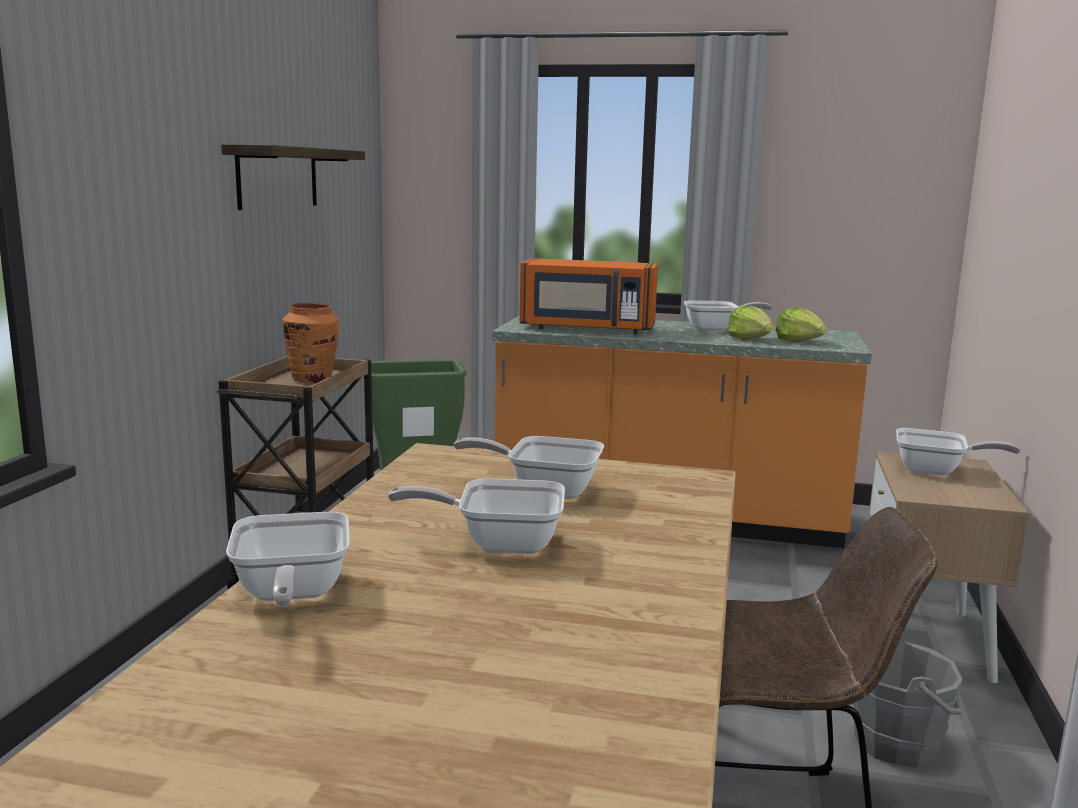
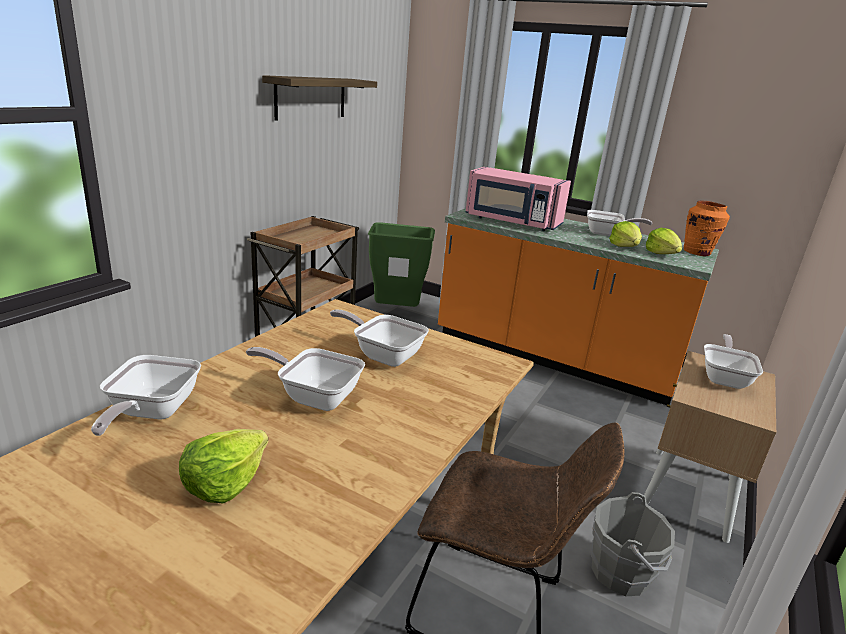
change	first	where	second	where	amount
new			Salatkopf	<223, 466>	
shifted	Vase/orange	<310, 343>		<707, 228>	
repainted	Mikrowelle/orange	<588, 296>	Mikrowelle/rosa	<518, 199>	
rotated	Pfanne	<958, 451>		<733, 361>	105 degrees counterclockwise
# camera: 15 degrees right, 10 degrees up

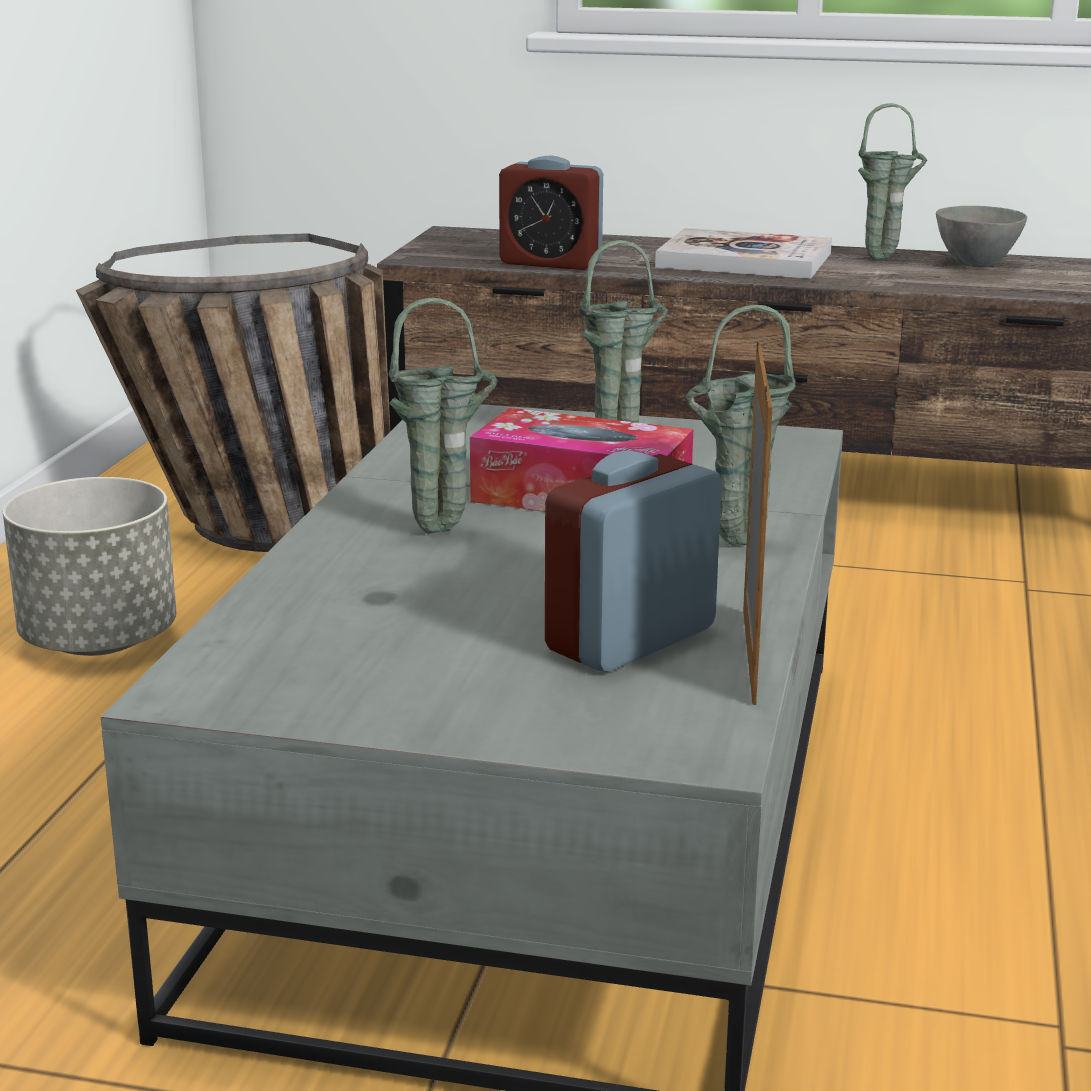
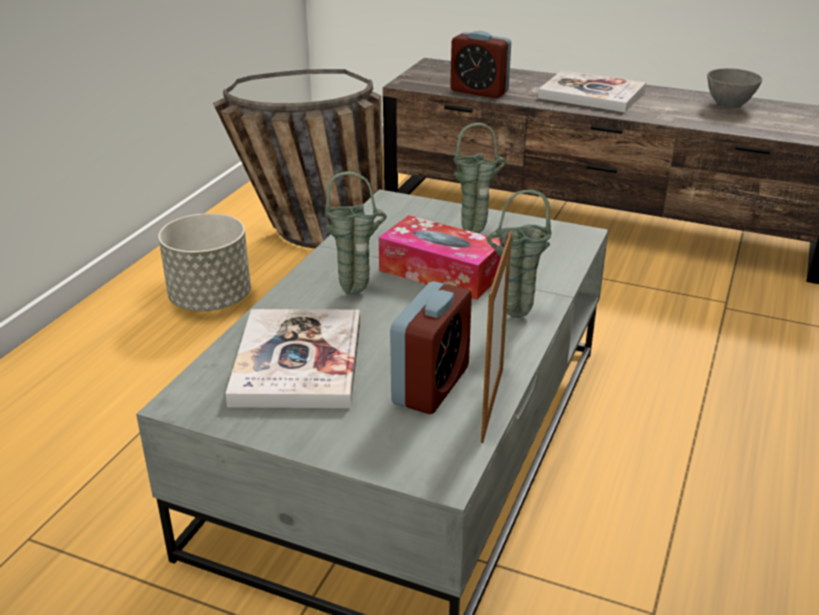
change	first	where	second	where	amount
gone	Vase/grün	<892, 181>			
new			Buch	<292, 358>	
rotated	Wecker	<633, 561>		<431, 347>	150 degrees clockwise
# camera: 10 degrees right, 10 degrees up

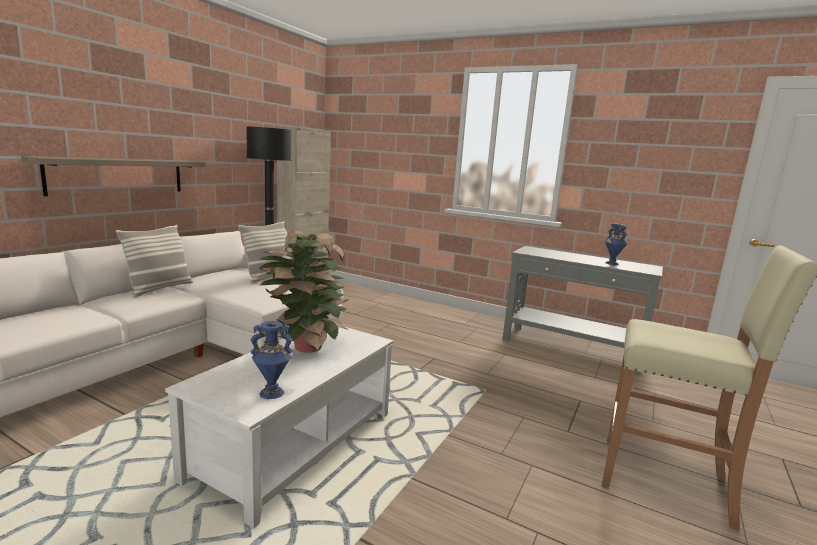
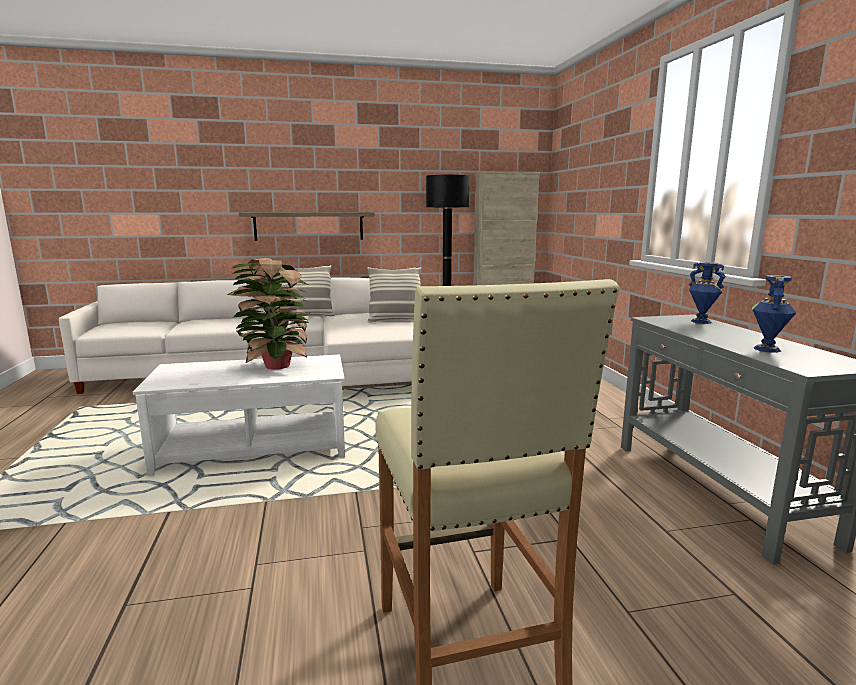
change	first	where	second	where	amount
shifted	Vase/blau	<271, 360>		<707, 293>	
# camera: 50 degrees right, 0 degrees up

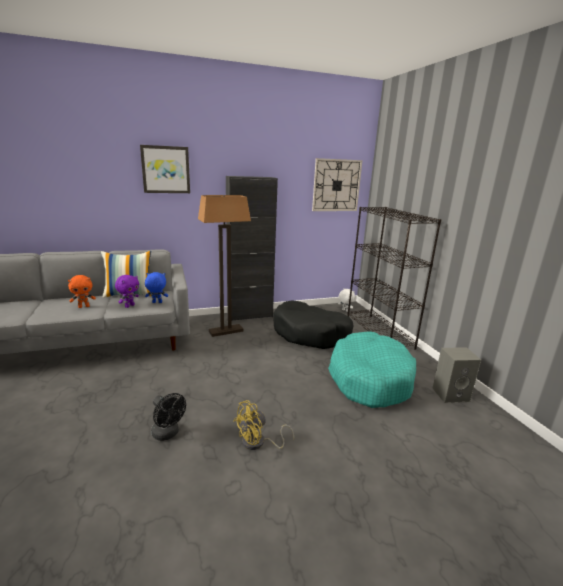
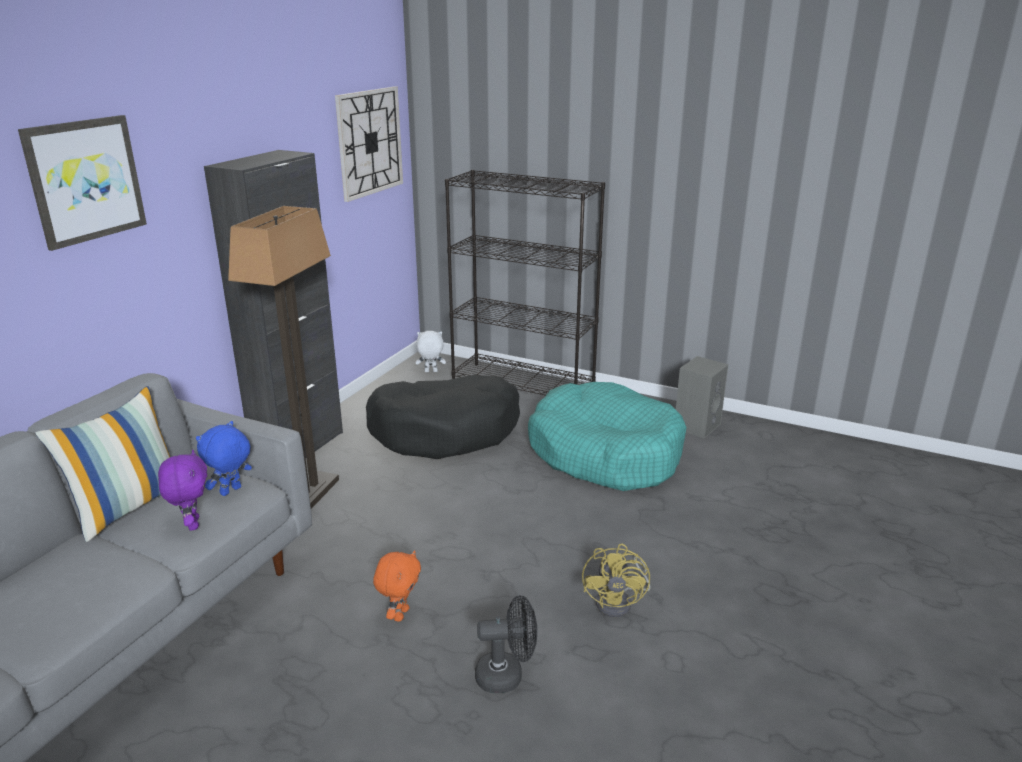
change	first	where	second	where	amount
shifted	Plüschtier/orange	<82, 291>		<397, 586>	
# camera: 45 degrees left, 5 degrees up

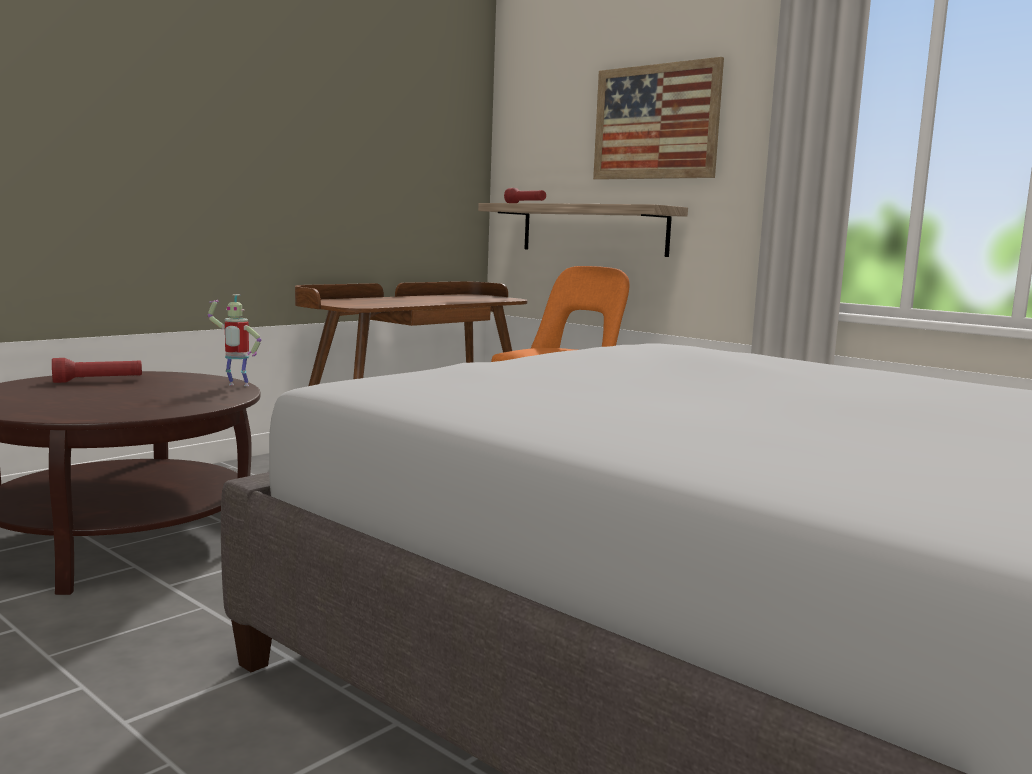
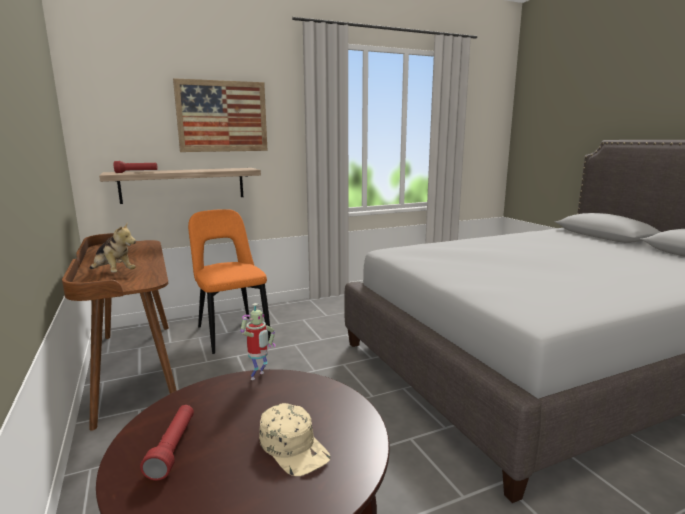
change	first	where	second	where	amount
new			Plüschtier	<112, 248>	
new			Kappe/beige	<294, 439>	
# camera: 65 degrees left, 5 degrees up

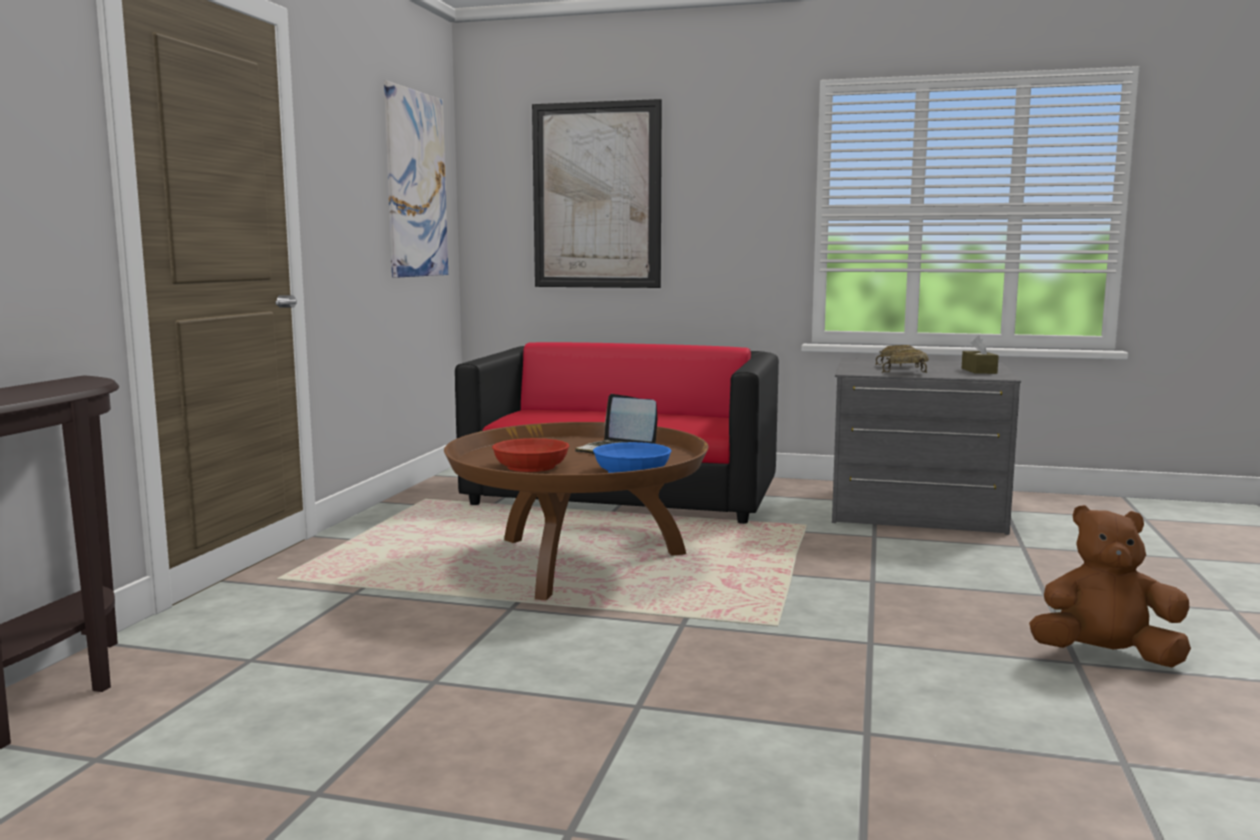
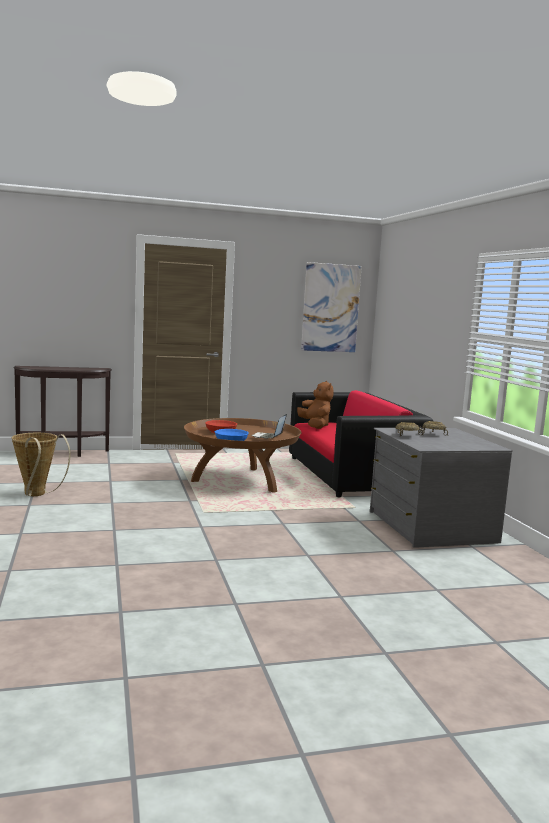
change	first	where	second	where	amount
gone	Bild	<597, 193>			
gone	Taschentuchbox/braun	<980, 354>			
new			Korb	<41, 464>	
shifted	Plüschtier/braun	<1110, 586>		<315, 405>	
# camera: 60 degrees right, 0 degrees up

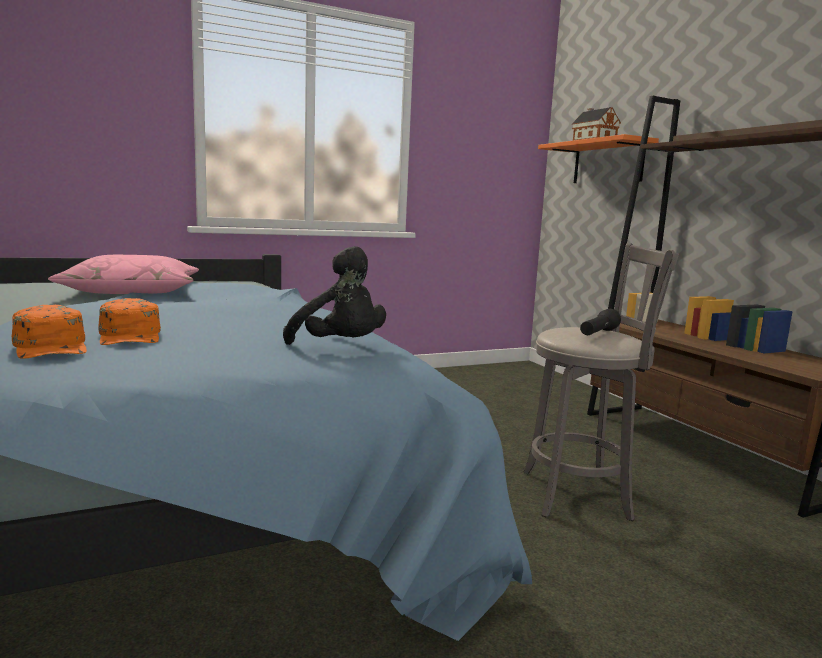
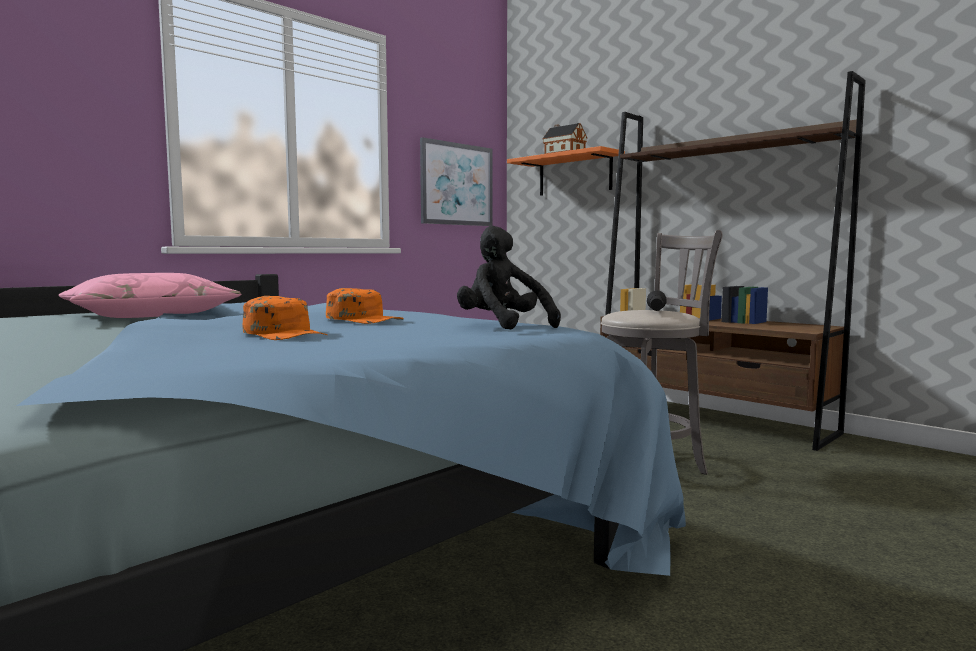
change	first	where	second	where	amount
new			Bild	<456, 181>	
shifted	Kappe/orange	<49, 332>		<365, 306>	
rotated	Plüschtier/schwarz	<334, 295>		<509, 278>	150 degrees counterclockwise
# camera: 20 degrees left, 5 degrees down

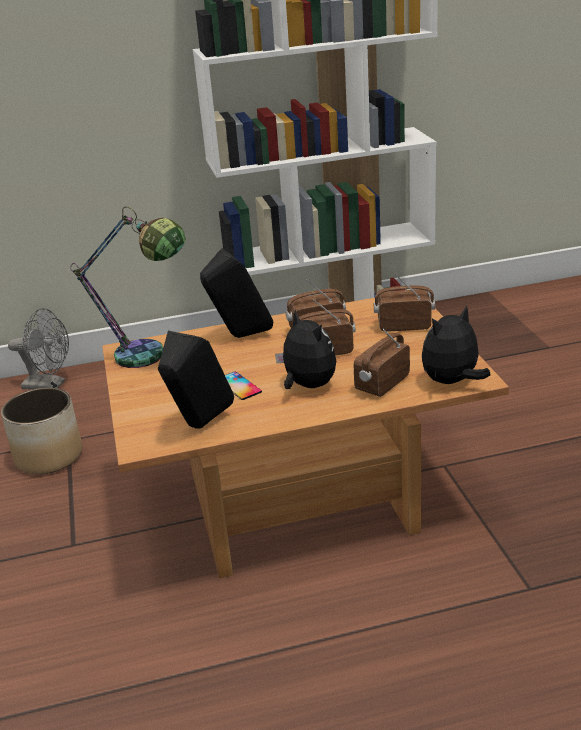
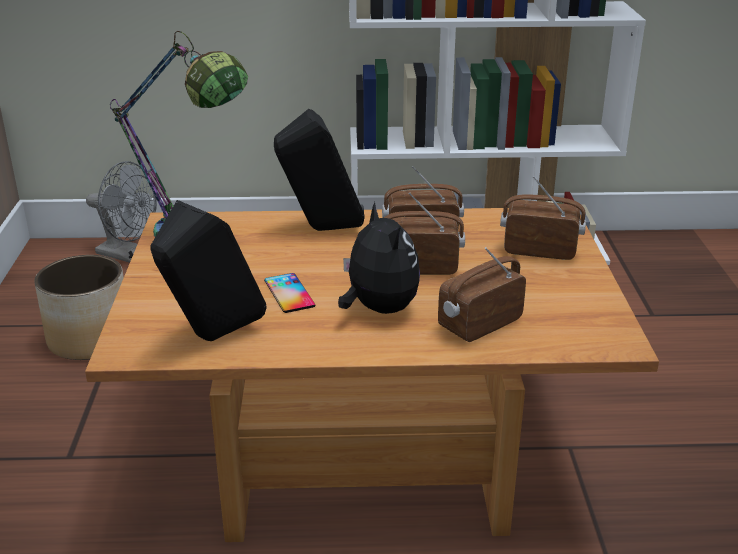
change	first	where	second	where	amount
gone	Plüschtier	<456, 344>			
# camera: 10 degrees right, 0 degrees up

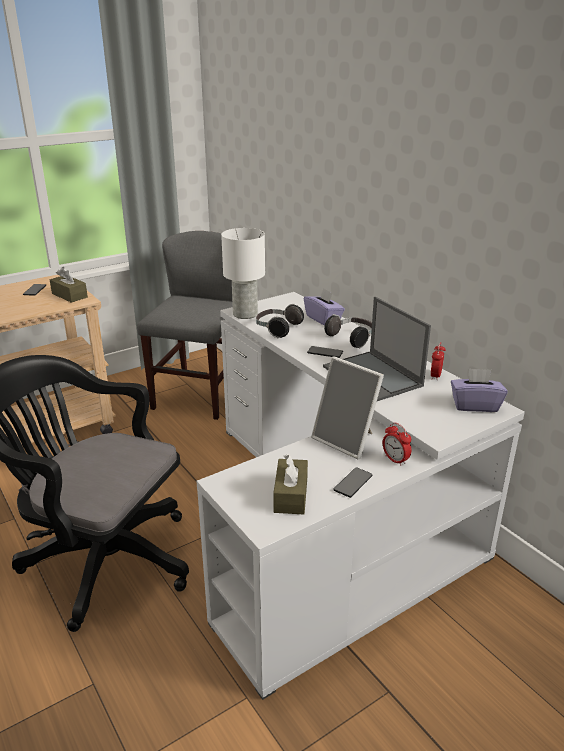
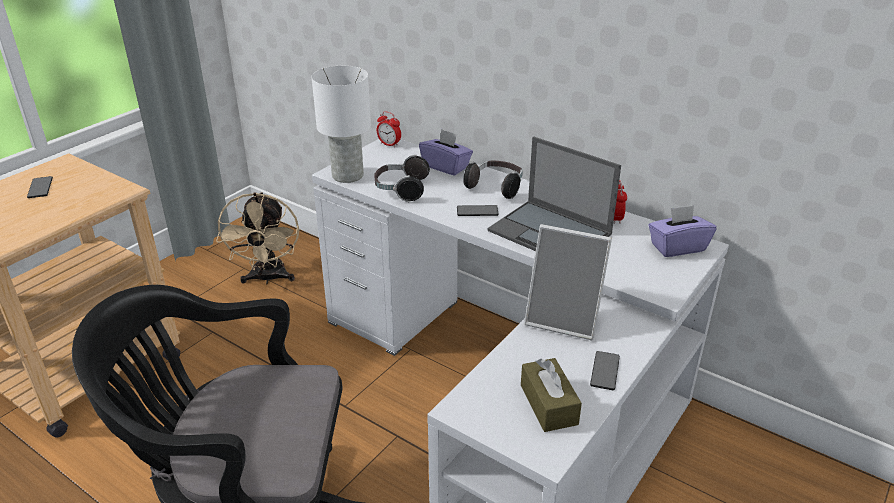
change	first	where	second	where	amount
gone	Taschentuchbox/braun	<69, 285>			
shifted	Wecker	<397, 444>		<389, 129>	
swapped	Stuhl/grau	<185, 325>	Ventilator/beige	<257, 238>	
# camera: 20 degrees left, 5 degrees up

